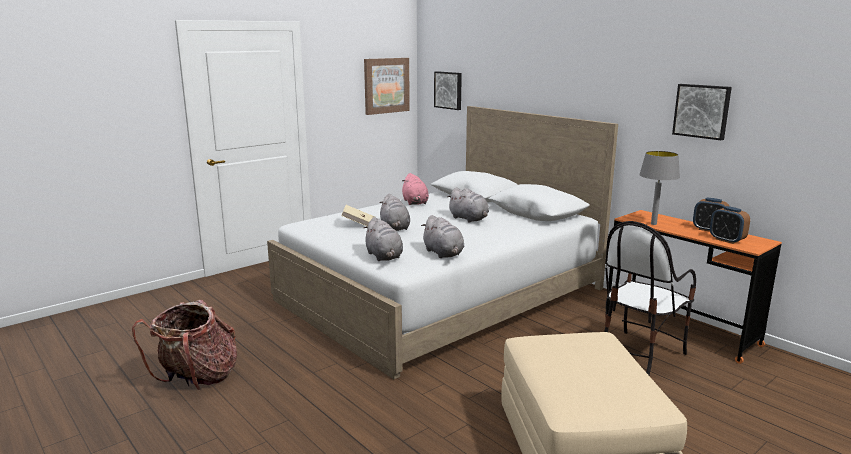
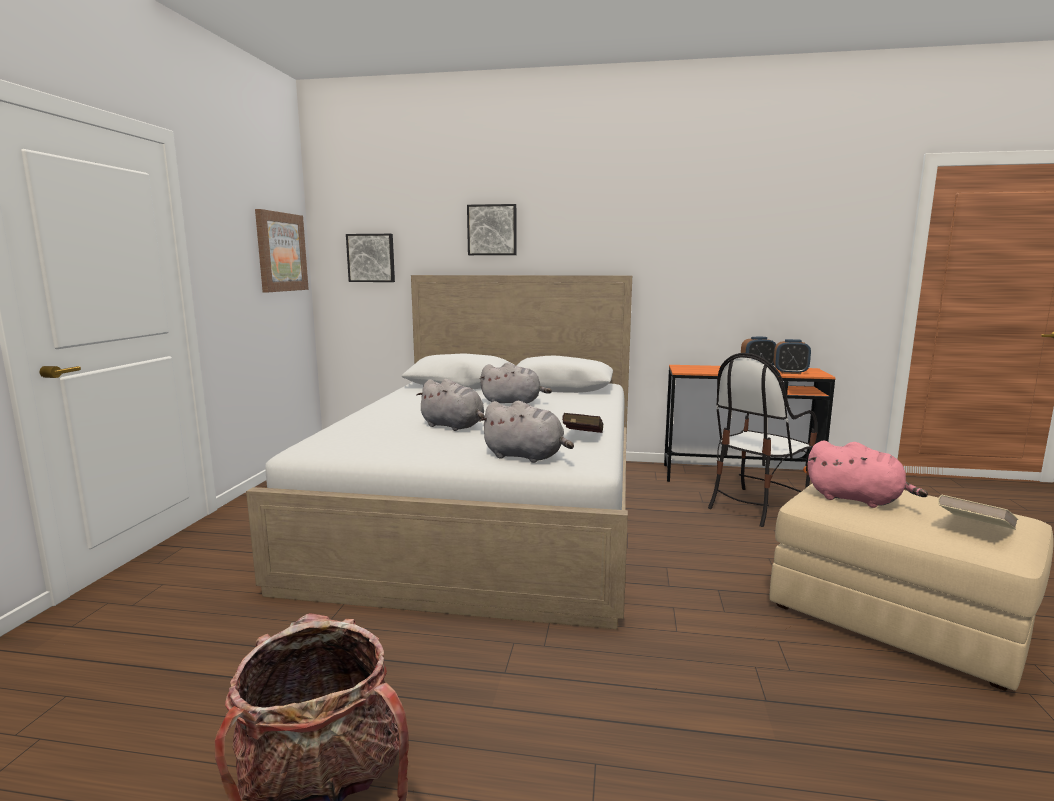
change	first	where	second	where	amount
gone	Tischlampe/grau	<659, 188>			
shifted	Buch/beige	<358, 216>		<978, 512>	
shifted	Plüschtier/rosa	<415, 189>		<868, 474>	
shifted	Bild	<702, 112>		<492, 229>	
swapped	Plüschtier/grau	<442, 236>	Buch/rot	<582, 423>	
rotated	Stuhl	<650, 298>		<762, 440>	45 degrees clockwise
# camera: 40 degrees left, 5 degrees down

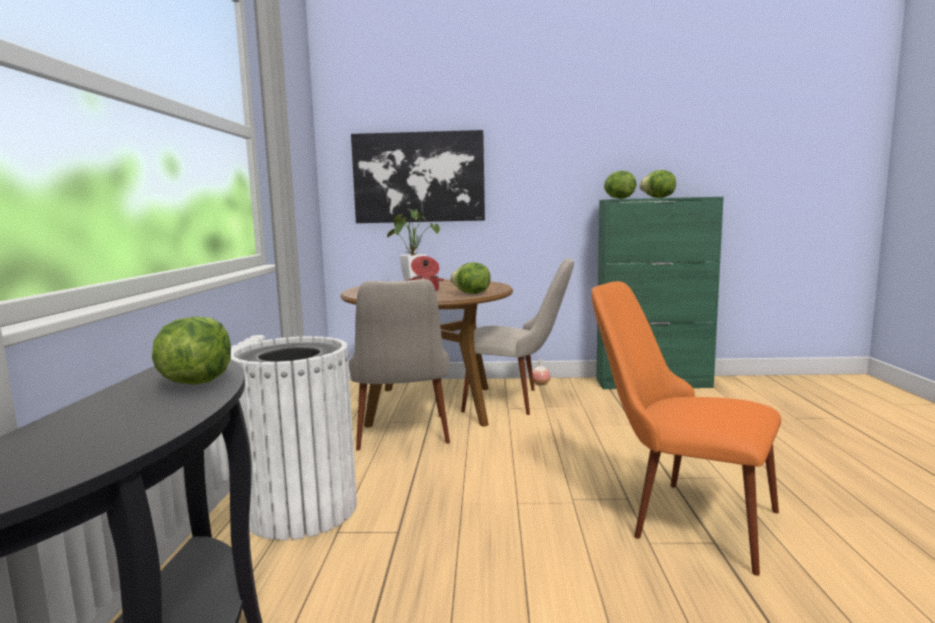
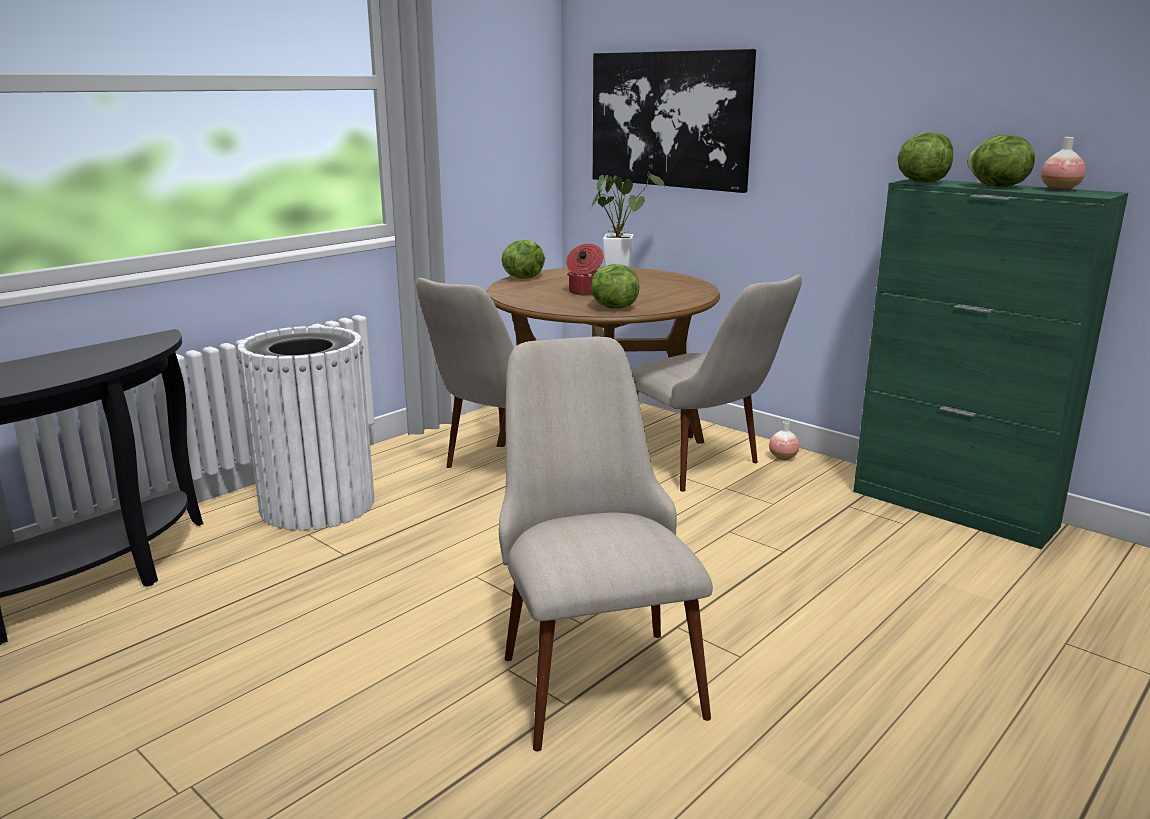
change	first	where	second	where	amount
new			Vase	<1063, 163>	
shifted	Salatkopf	<191, 351>		<523, 259>	
repainted	Stuhl/orange	<686, 428>	Stuhl/beige	<606, 543>	
# camera: 40 degrees right, 10 degrees up

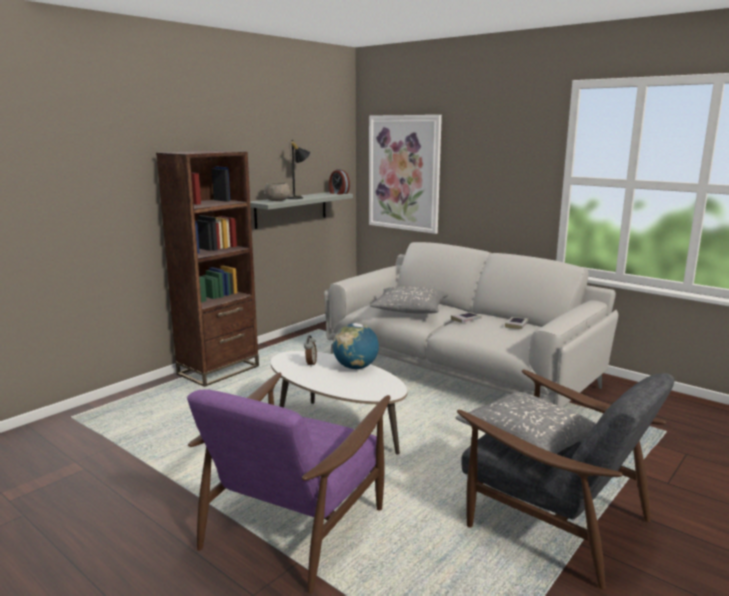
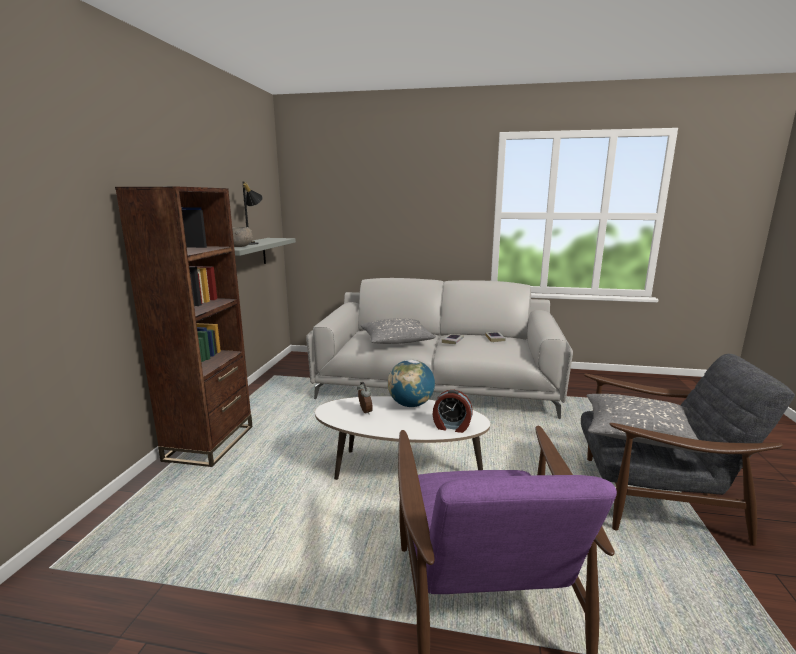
change	first	where	second	where	amount
gone	Bild	<405, 174>			
shifted	Wecker	<339, 182>		<452, 411>	
# camera: 30 degrees left, 0 degrees up

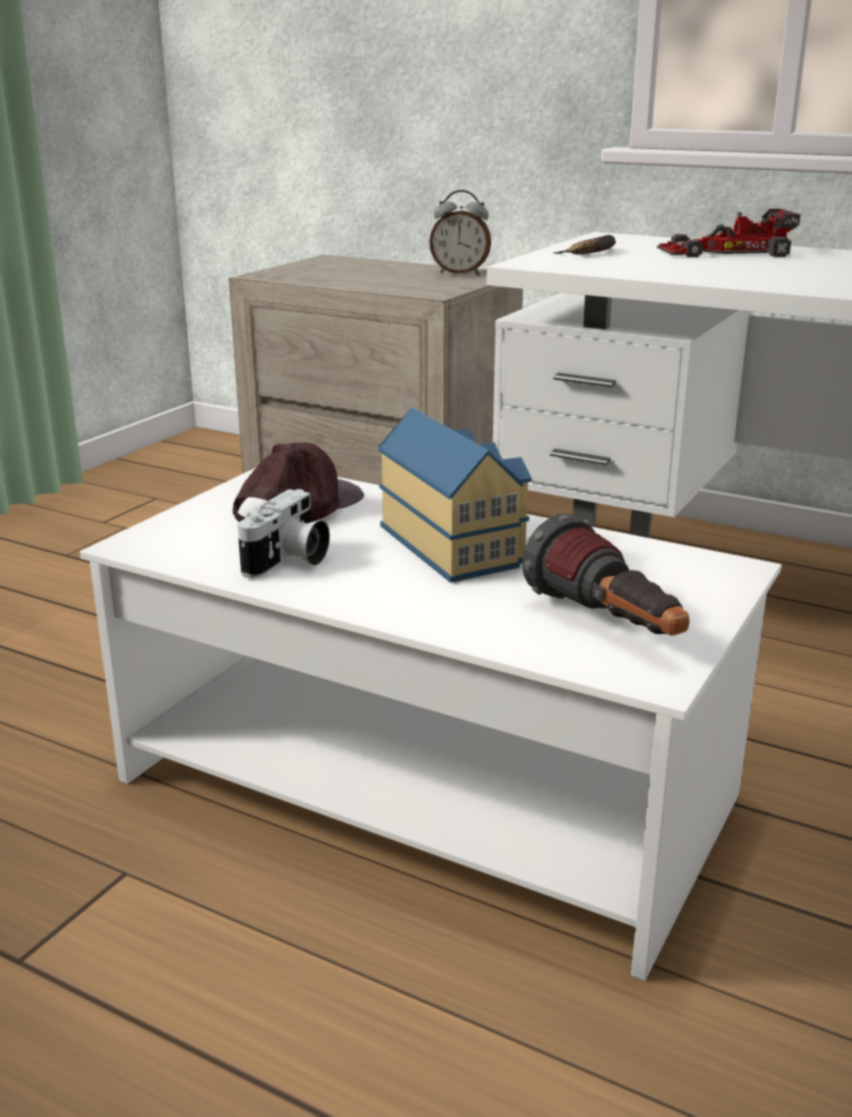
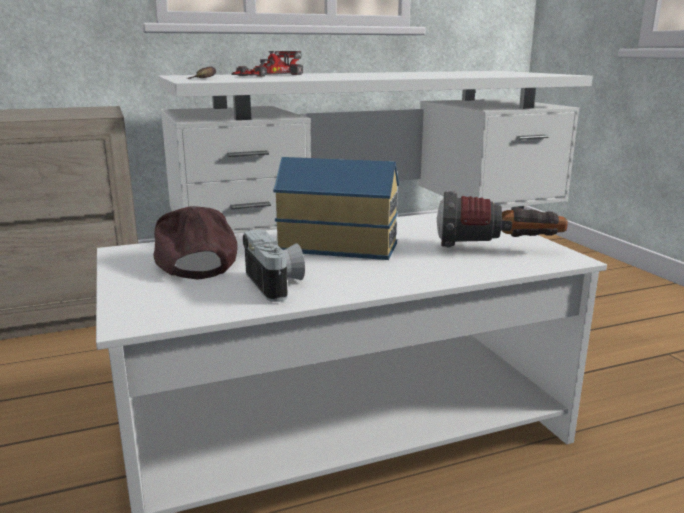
change	first	where	second	where	amount
gone	Wecker	<460, 232>			
# camera: 50 degrees left, 5 degrees down

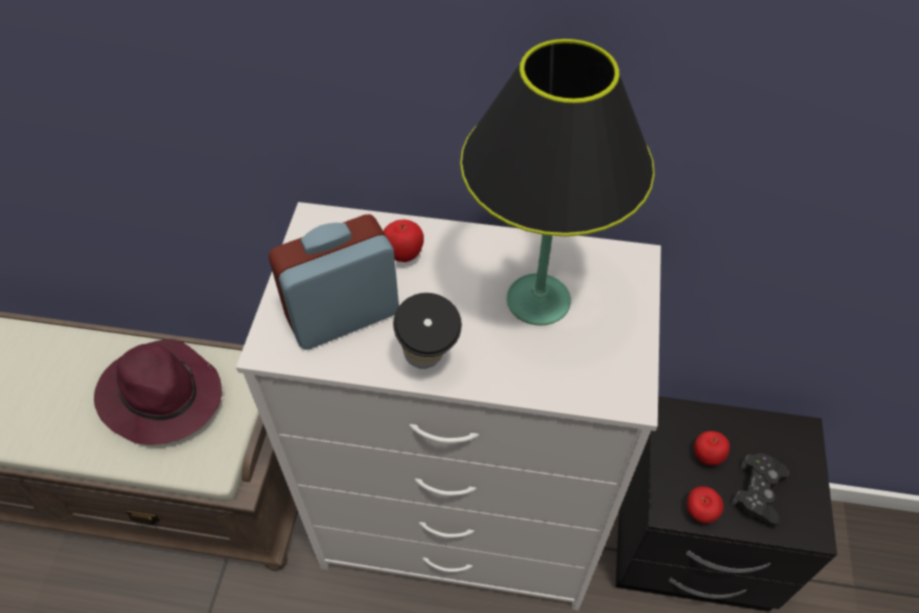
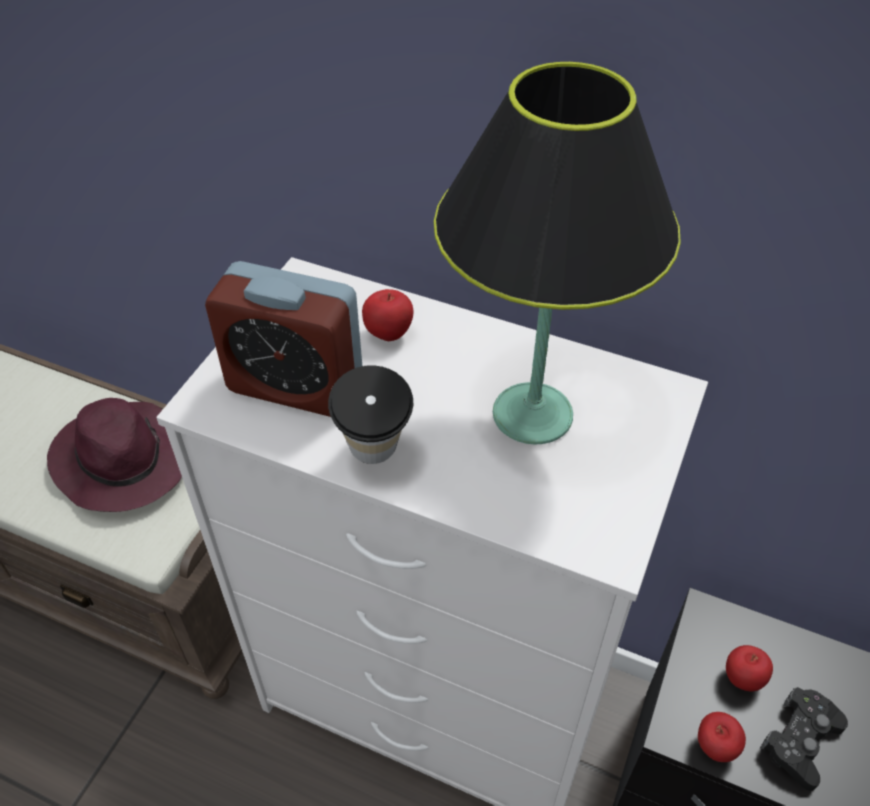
change	first	where	second	where	amount
rotated	Wecker	<333, 282>		<283, 339>	150 degrees counterclockwise
# camera: 15 degrees right, 5 degrees down

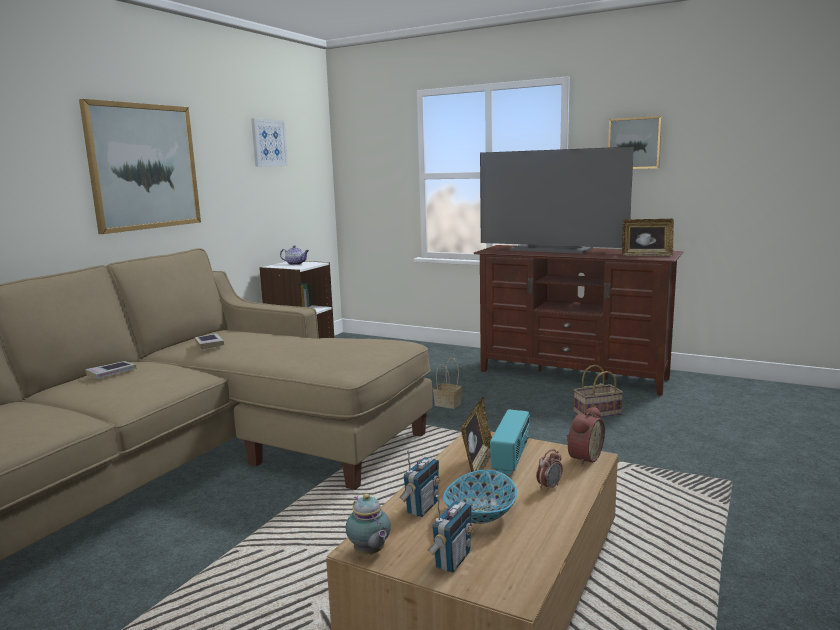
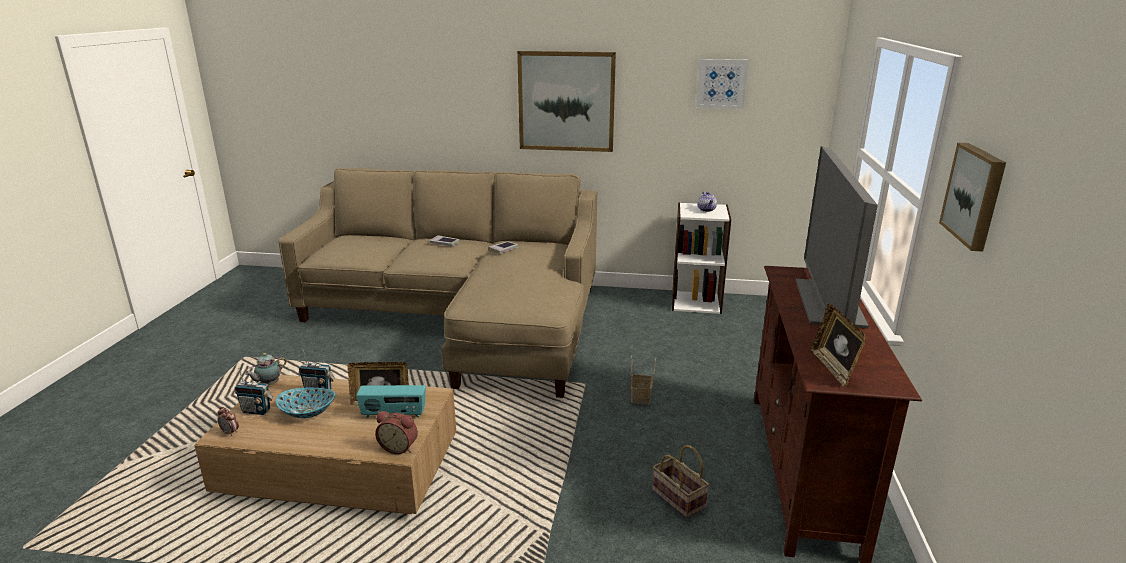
change	first	where	second	where	amount
shifted	Wecker	<549, 470>		<228, 421>	
# camera: 70 degrees right, 10 degrees up

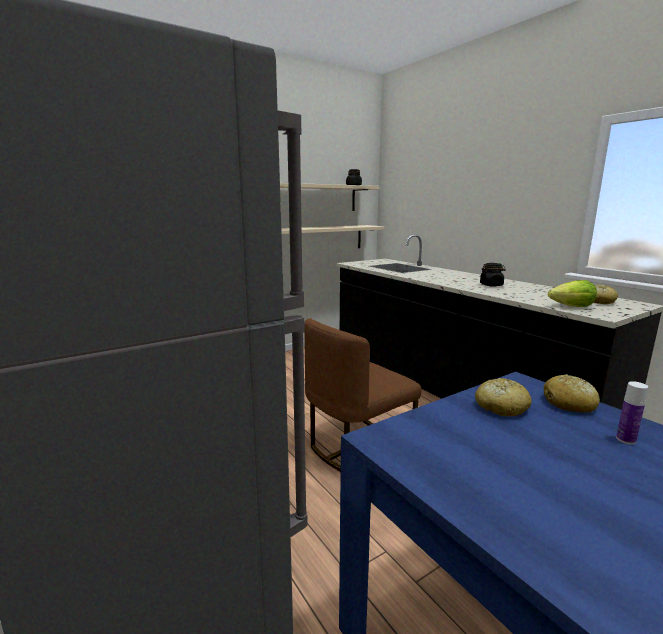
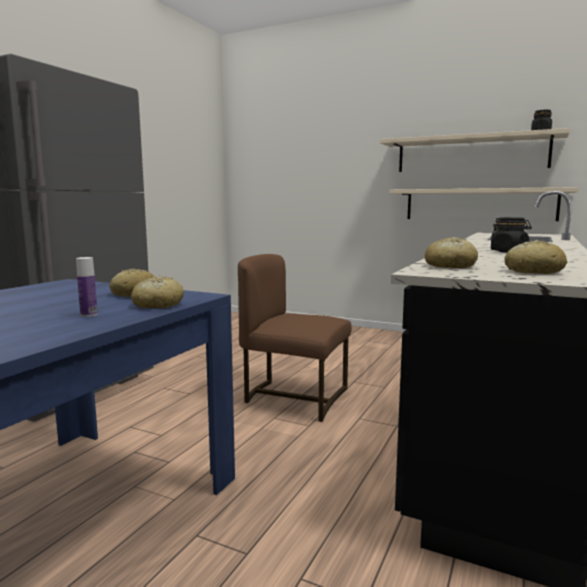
change	first	where	second	where	amount
swapped	Salatkopf	<572, 293>	Brot	<451, 252>	
# camera: 60 degrees right, 5 degrees down

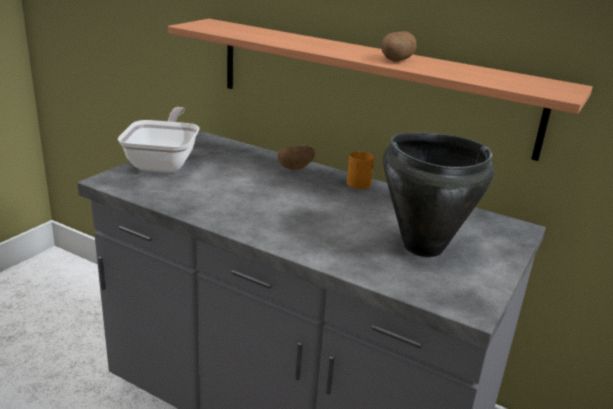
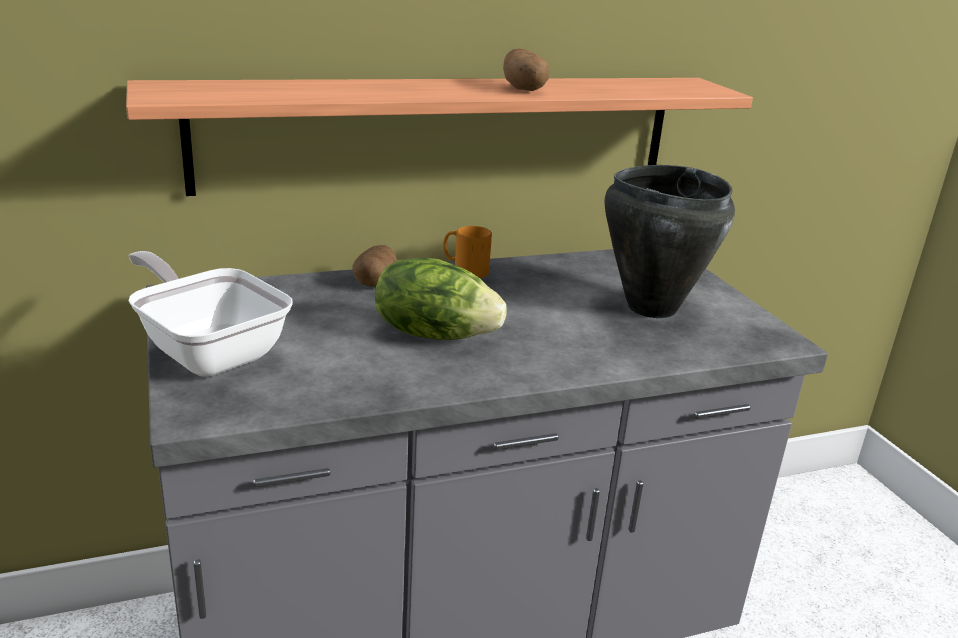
change	first	where	second	where	amount
new			Salatkopf	<441, 299>	
# camera: 50 degrees left, 0 degrees up

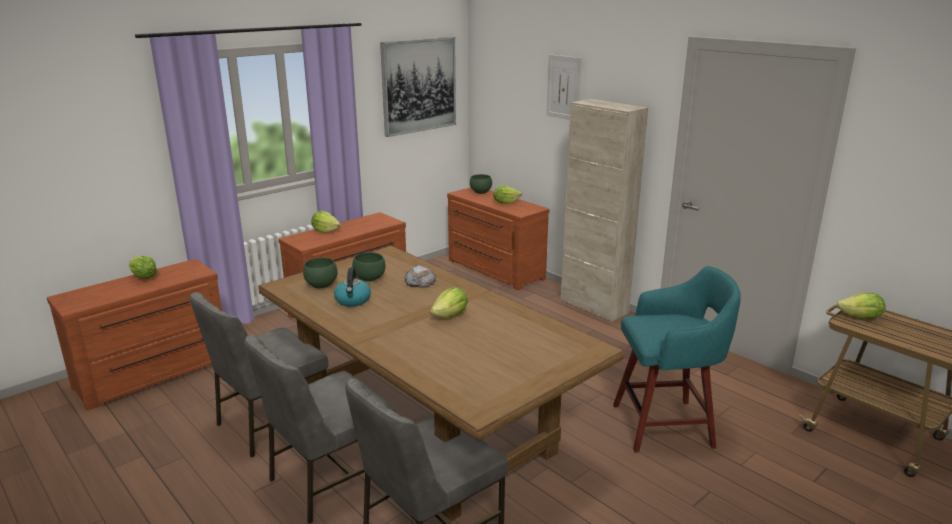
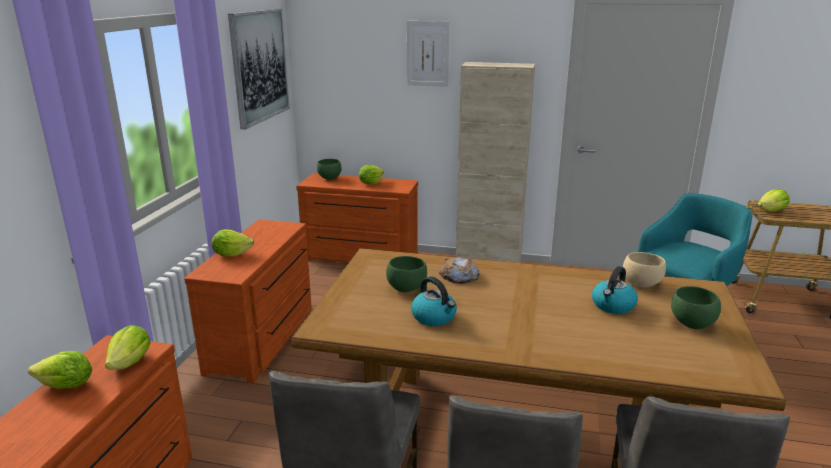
change	first	where	second	where	amount
new			Wasserkessel	<615, 290>	
new			Schüssel/beige	<644, 270>	
shifted	Schüssel/grün	<320, 273>		<696, 307>	
shifted	Salatkopf	<449, 302>		<128, 347>	
# camera: 35 degrees left, 0 degrees up

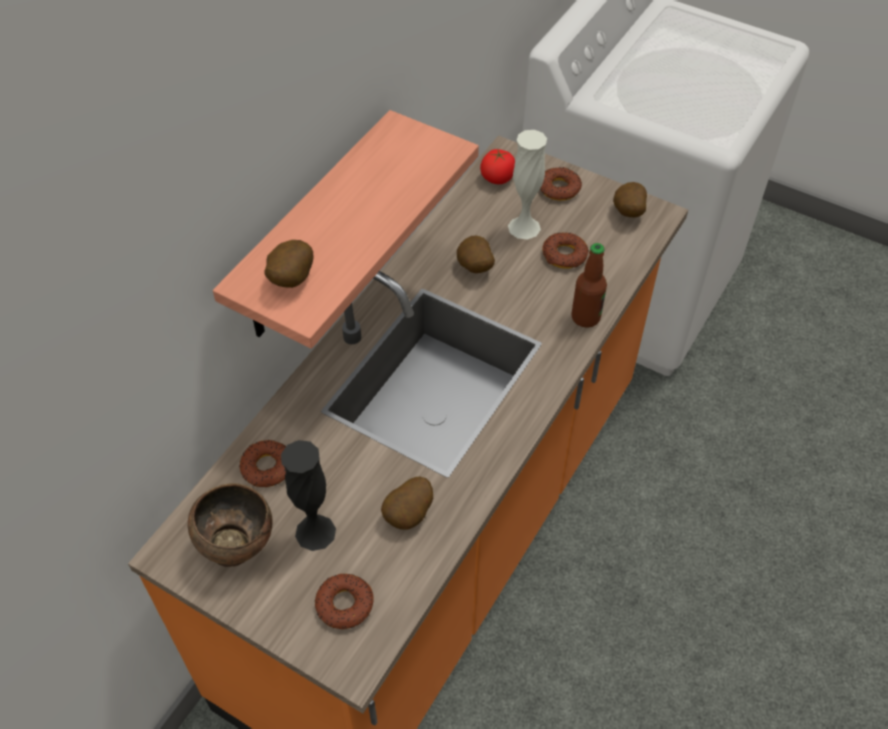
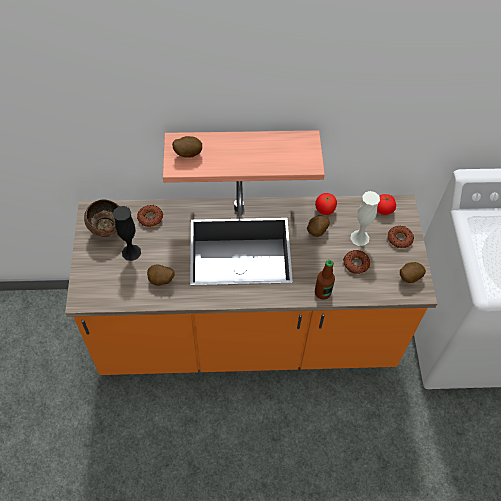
change	first	where	second	where	amount
gone	Donut	<344, 601>			
new			Tomate	<326, 204>	
# camera: 55 degrees right, 5 degrees up

